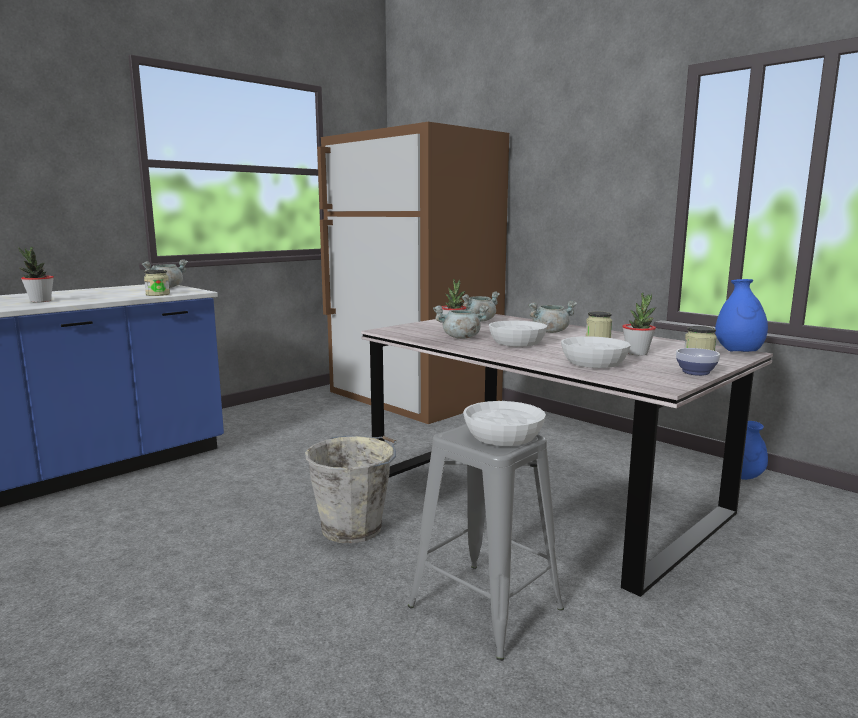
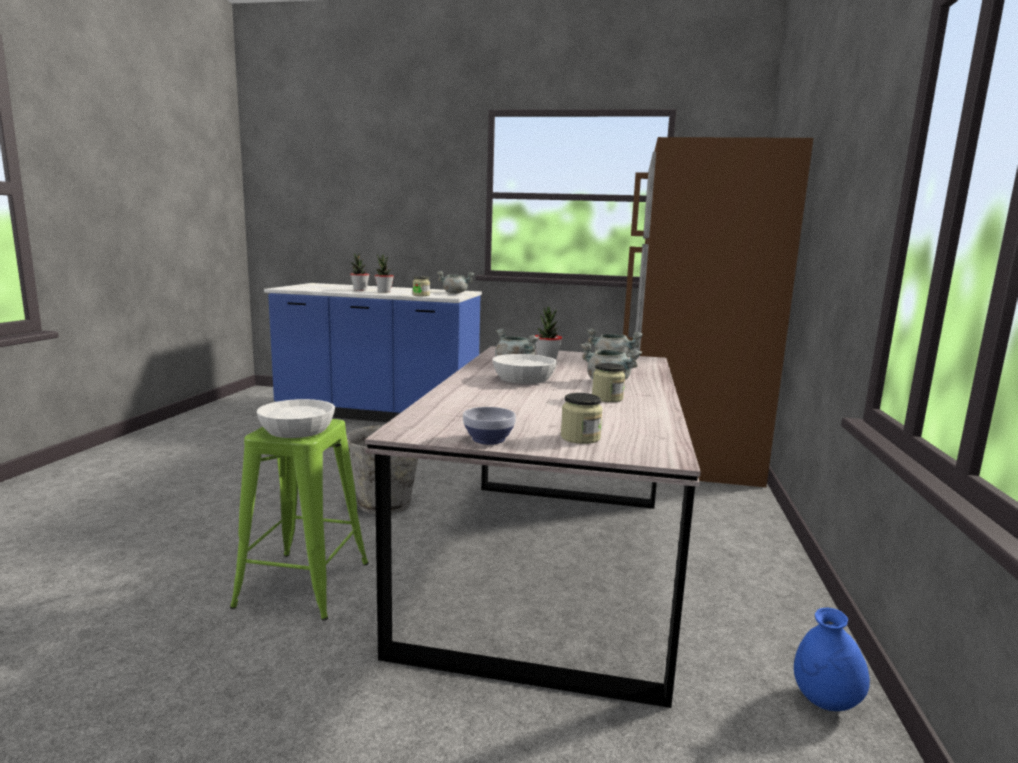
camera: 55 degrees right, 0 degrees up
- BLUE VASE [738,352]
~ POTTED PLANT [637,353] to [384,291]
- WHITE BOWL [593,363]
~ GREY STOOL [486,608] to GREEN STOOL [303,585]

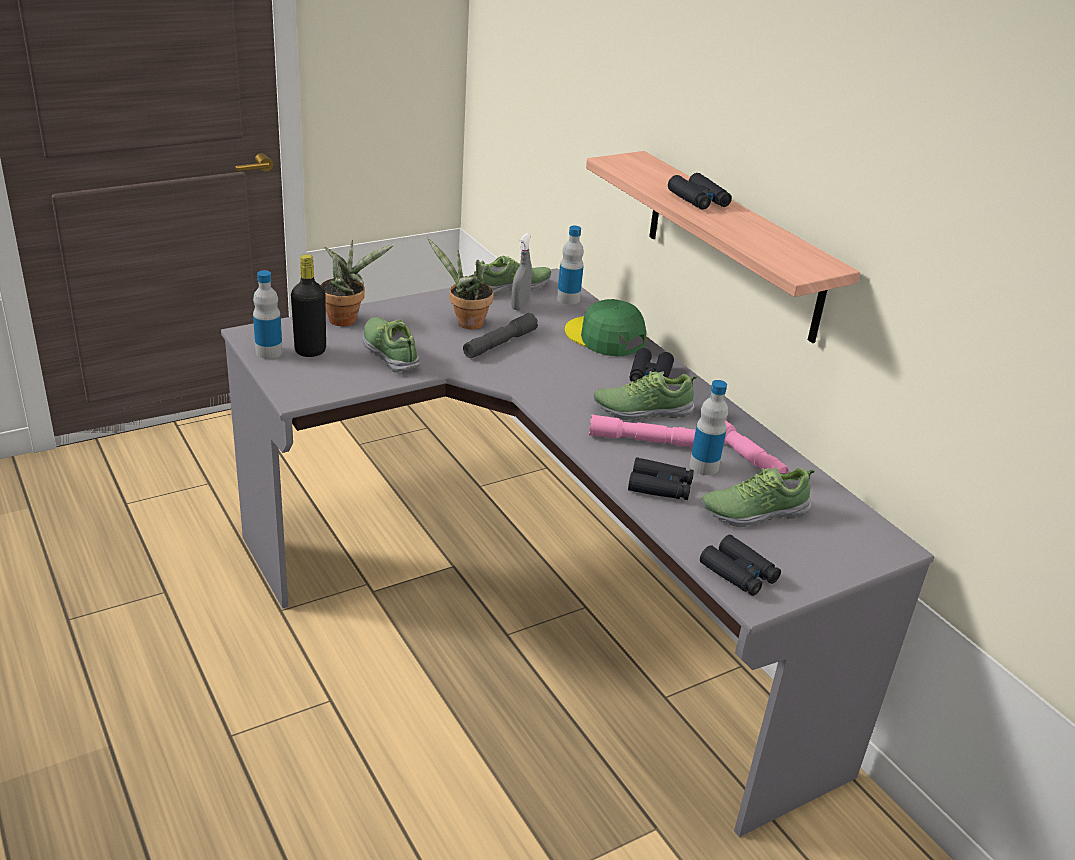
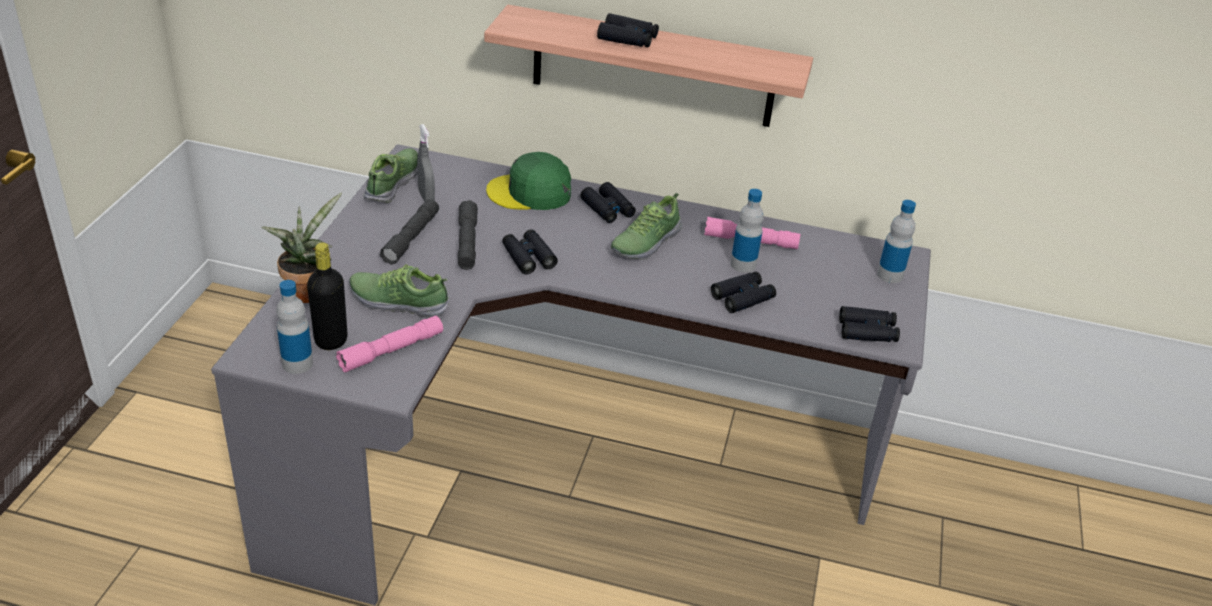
camera: 45 degrees left, 5 degrees up
~ BOTTLE [568,299] to [890,275]
~ POTTED PLANT [465,323] to GREY FLASHLIGHT [411,238]
~ PINK FLASHLIGHT [641,440] to [391,351]
- SHOE [753,511]
+ BLACK BINOCULARS [528,257]

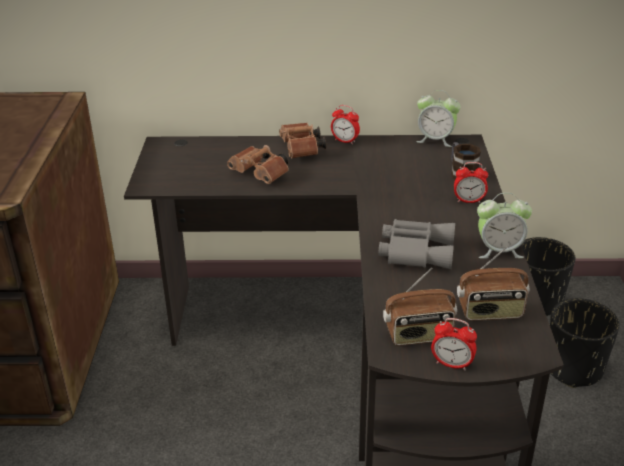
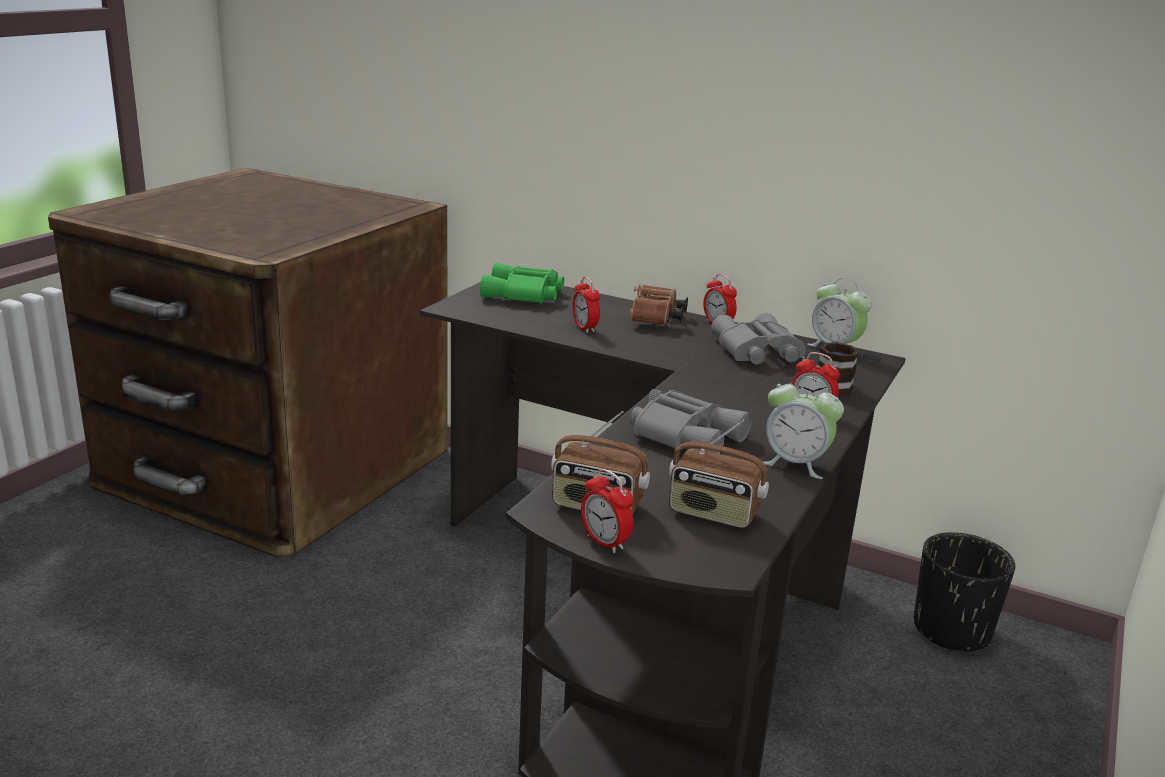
camera: 25 degrees right, 10 degrees down
~ BROWN BINOCULARS [261,174] to ALARM CLOCK [584,328]
- BLACK PLANTER [573,369]
+ GREEN BINOCULARS [524,295]
+ GREY BINOCULARS [756,352]

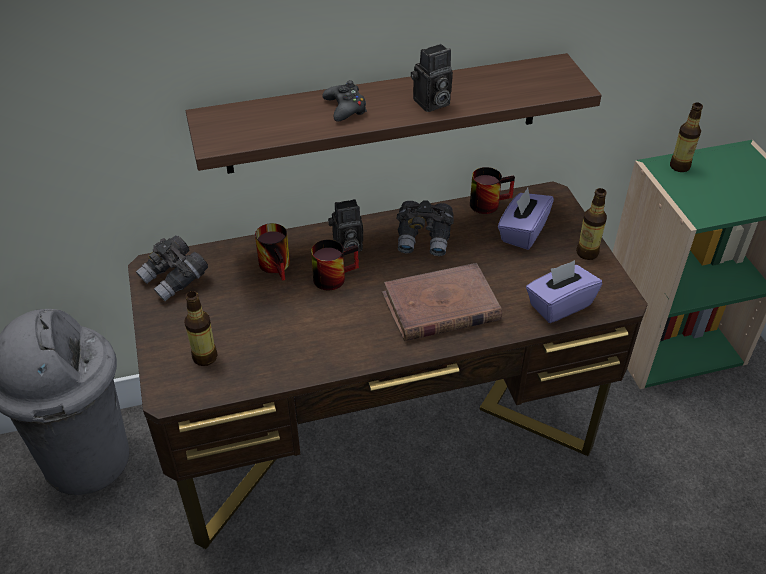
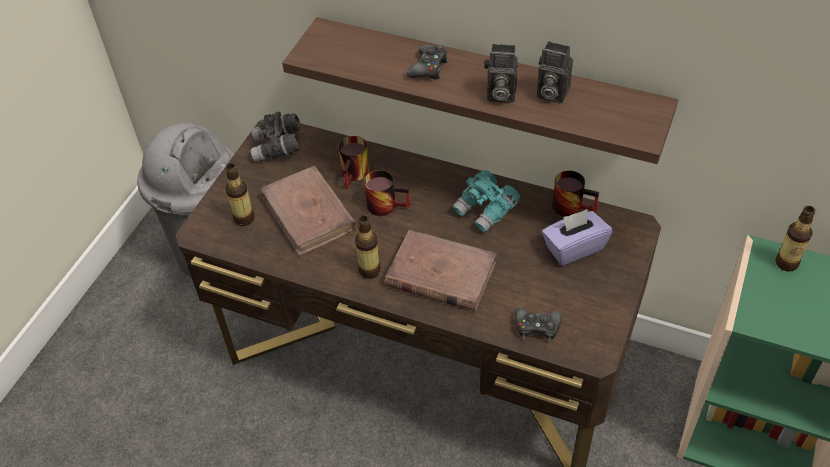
camera: 40 degrees right, 5 degrees up
~ BOTTLE [587,253] to [369,270]
~ PHOTO CAMERA [346,246] to [550,93]
~ GREY BINOCULARS [424,239] to TURQUOISE BINOCULARS [486,210]
~ PURPLE TISSUE BOX [559,305] to BLACK GAME CONTROLLER [537,327]
+ BROWN BOOK [309,214]

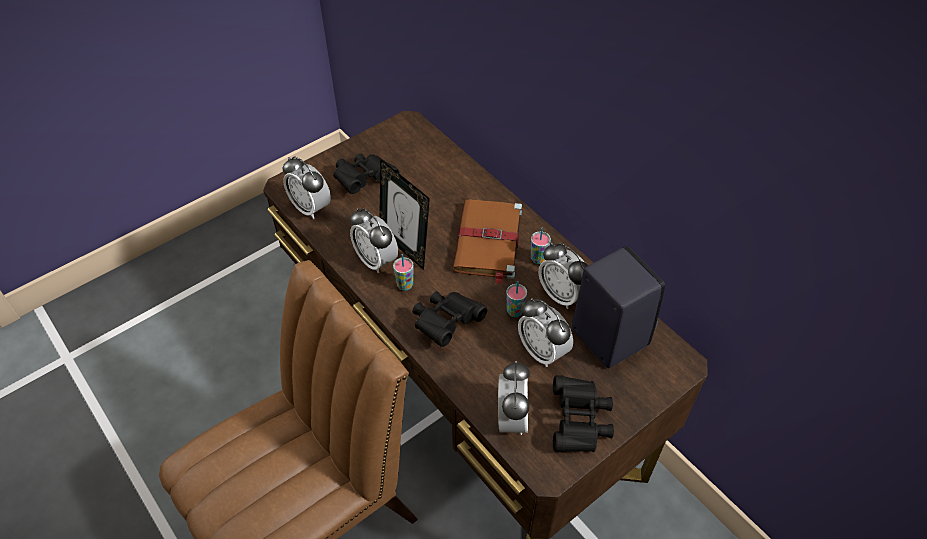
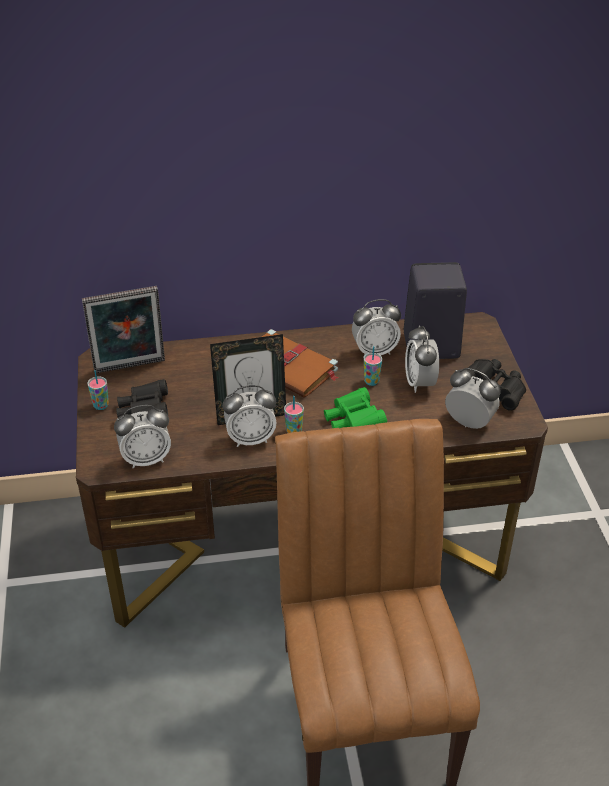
camera: 60 degrees left, 10 degrees down
~ CUP [538,259] to [101,405]
~ BLACK BINOCULARS [446,323] to GREEN BINOCULARS [353,422]
~ ALARM CLOCK [542,351] = [420,383] 90 degrees clockwise
+ PICTURE FRAME [130,368]

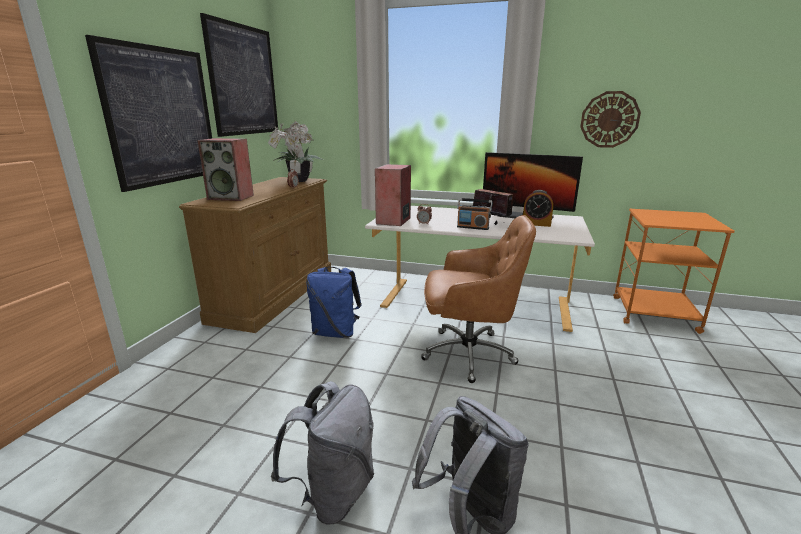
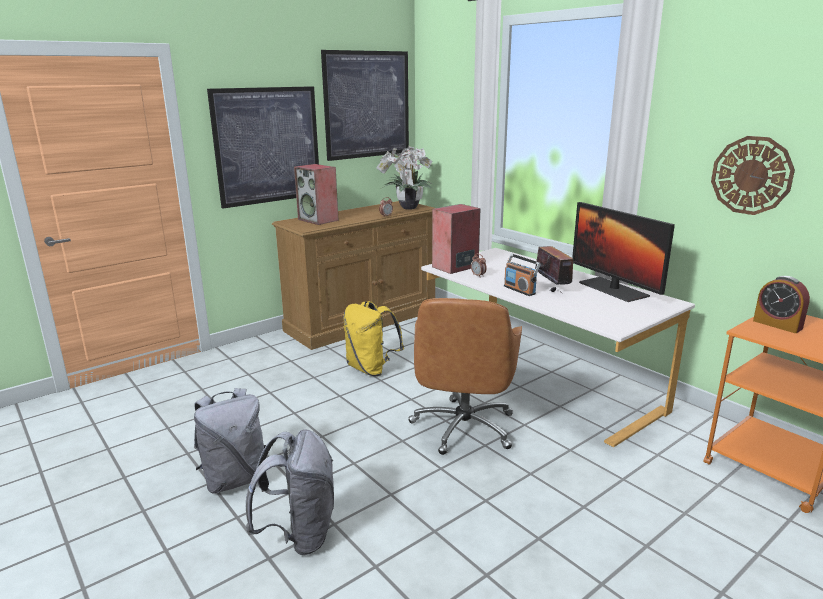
camera: 35 degrees right, 0 degrees up
~ ALARM CLOCK [536,224] to [777,325]
~ BROWN OFFICE CHAIR [468,354] = [463,427] 60 degrees clockwise
~ BLUE BACKPACK [335,332] to YELLOW BACKPACK [371,369]

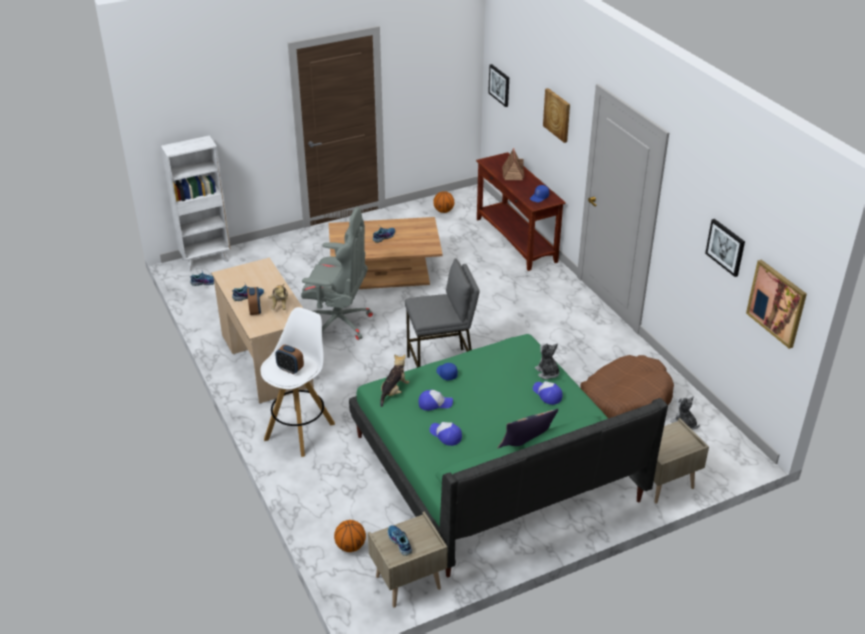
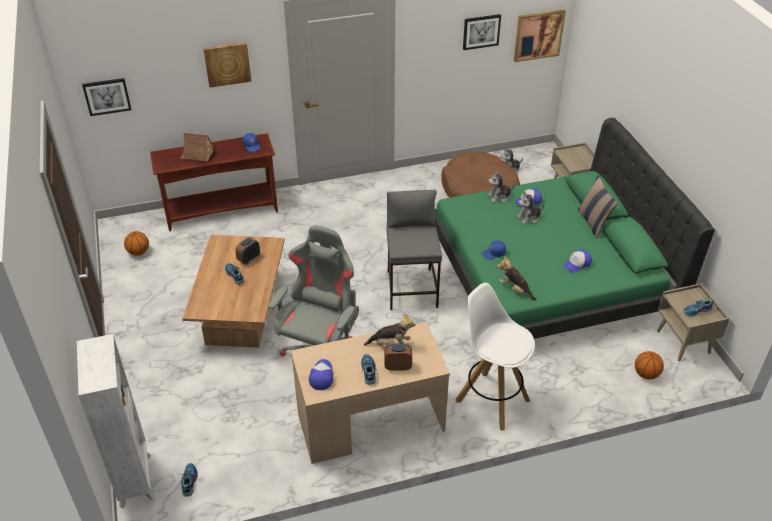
camera: 80 degrees left, 5 degrees up
~ ALARM CLOCK [290,369] to [249,259]
~ CAP [435,403] to [321,376]
+ PLUSH TOY [528,218]

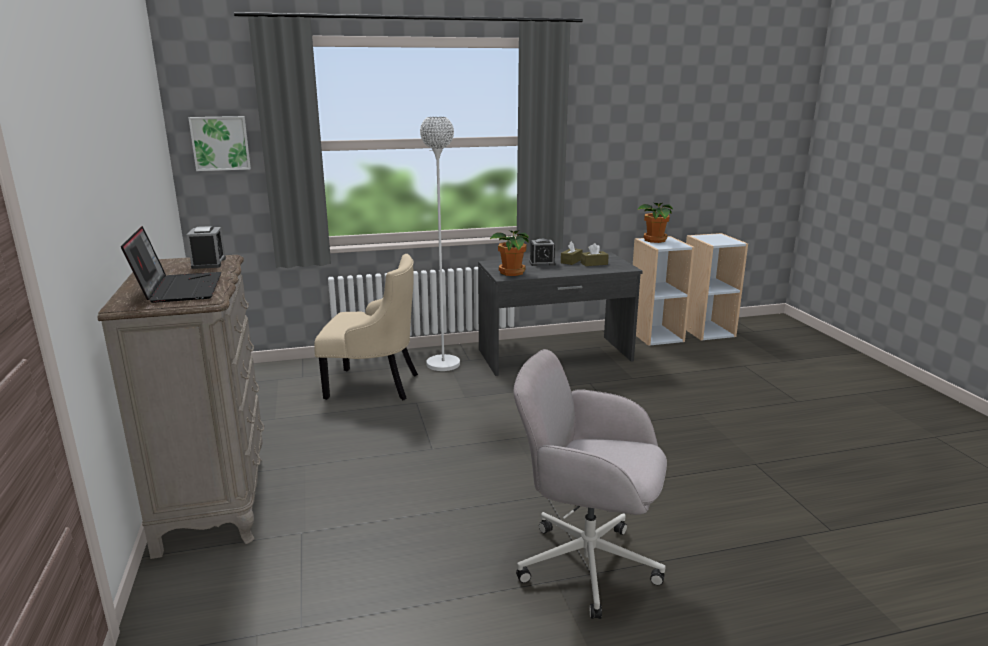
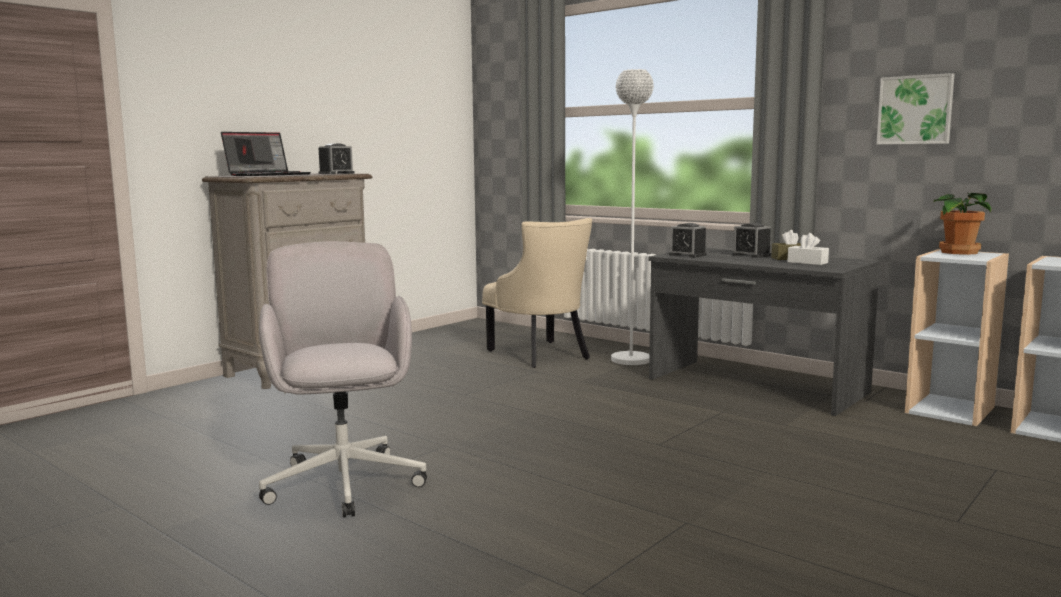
camera: 55 degrees right, 10 degrees down
~ PICTURE [220,143] to [915,110]
~ POTTED PLANT [511,273] to ALARM CLOCK [687,255]
~ BROWN TISSUE BOX [594,263] to WHITE TISSUE BOX [807,262]

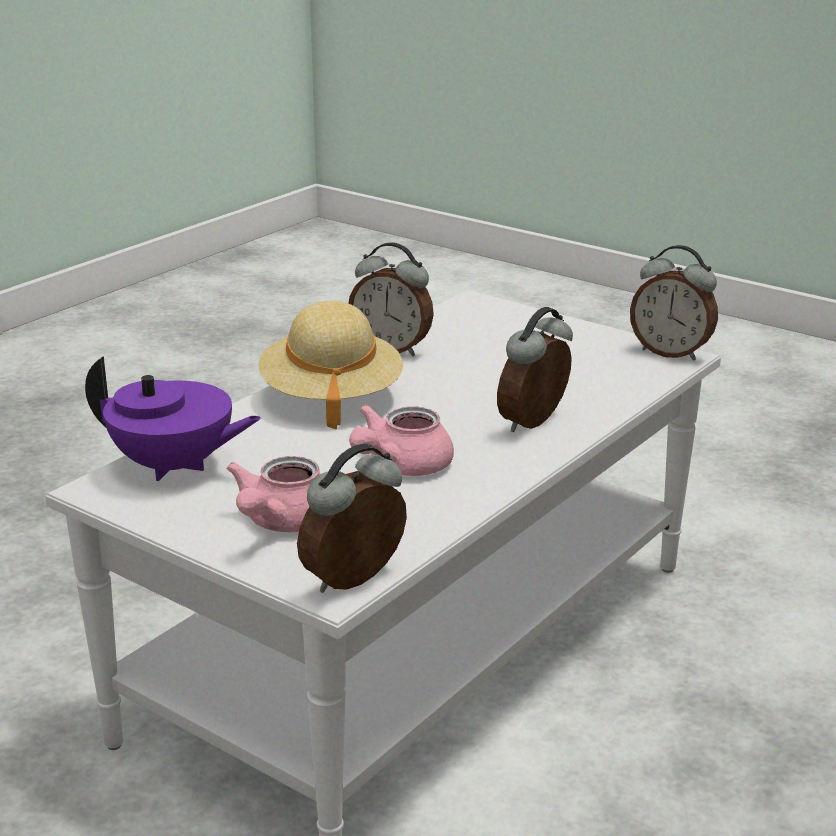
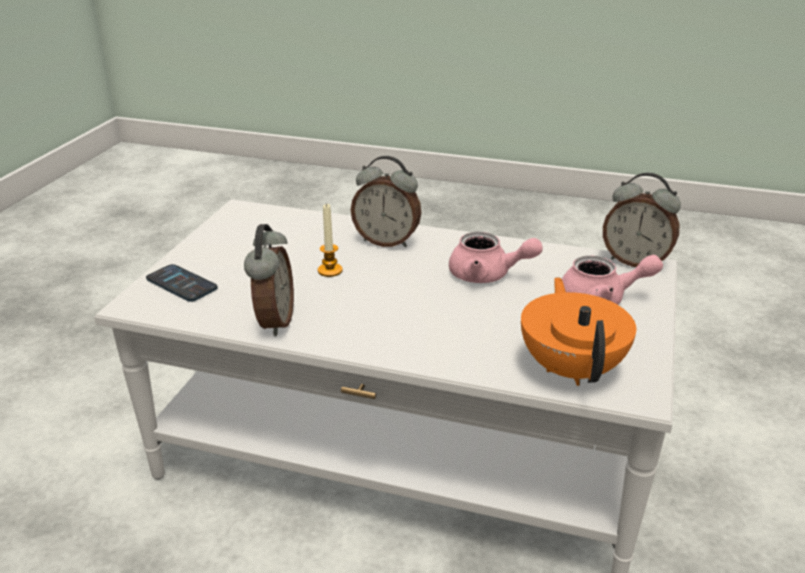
camera: 110 degrees left, 5 degrees up
- ALARM CLOCK [671,353]
- BEIGE HAT [331,397]
~ PURPLE TEAPOT [174,466] to ORANGE TEAPOT [572,368]
+ CANDLE [330,270]
+ PHONE [181,284]

